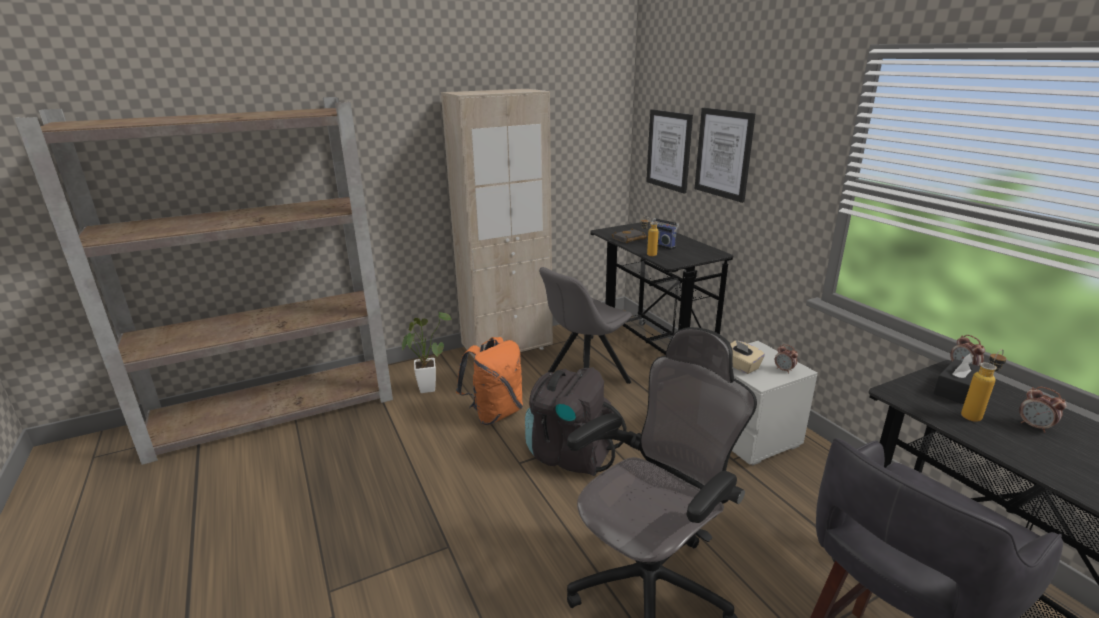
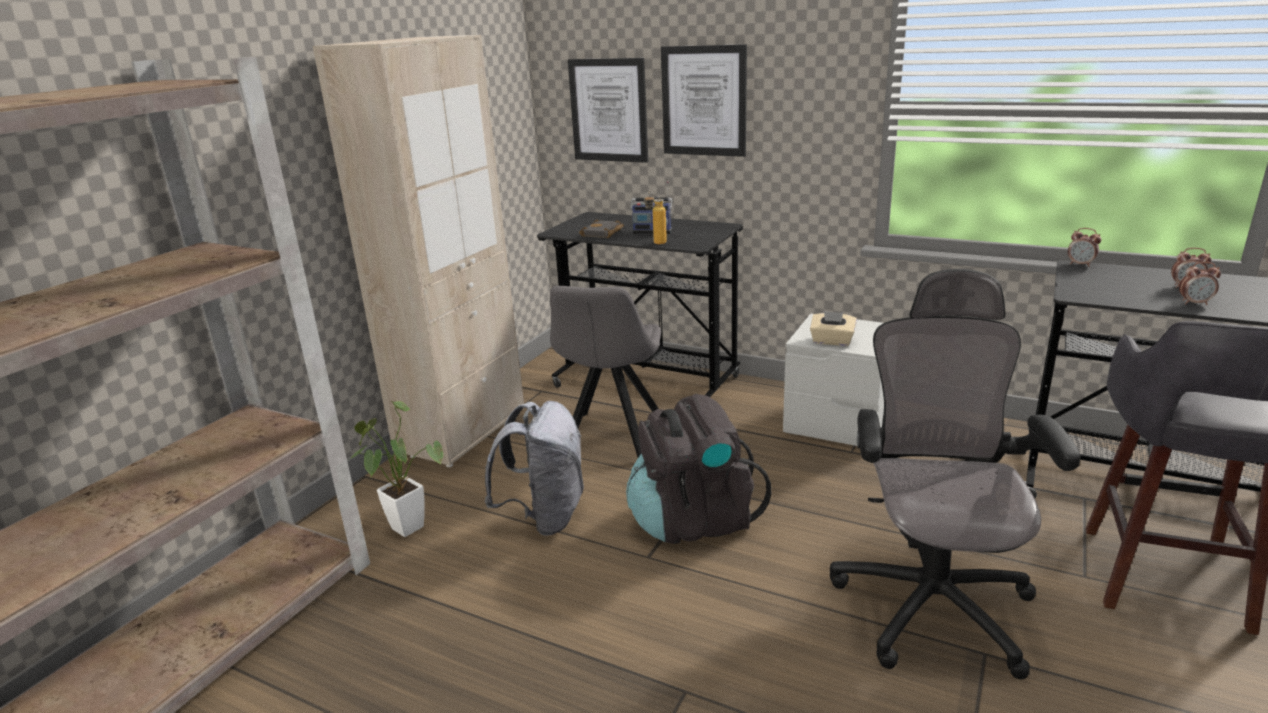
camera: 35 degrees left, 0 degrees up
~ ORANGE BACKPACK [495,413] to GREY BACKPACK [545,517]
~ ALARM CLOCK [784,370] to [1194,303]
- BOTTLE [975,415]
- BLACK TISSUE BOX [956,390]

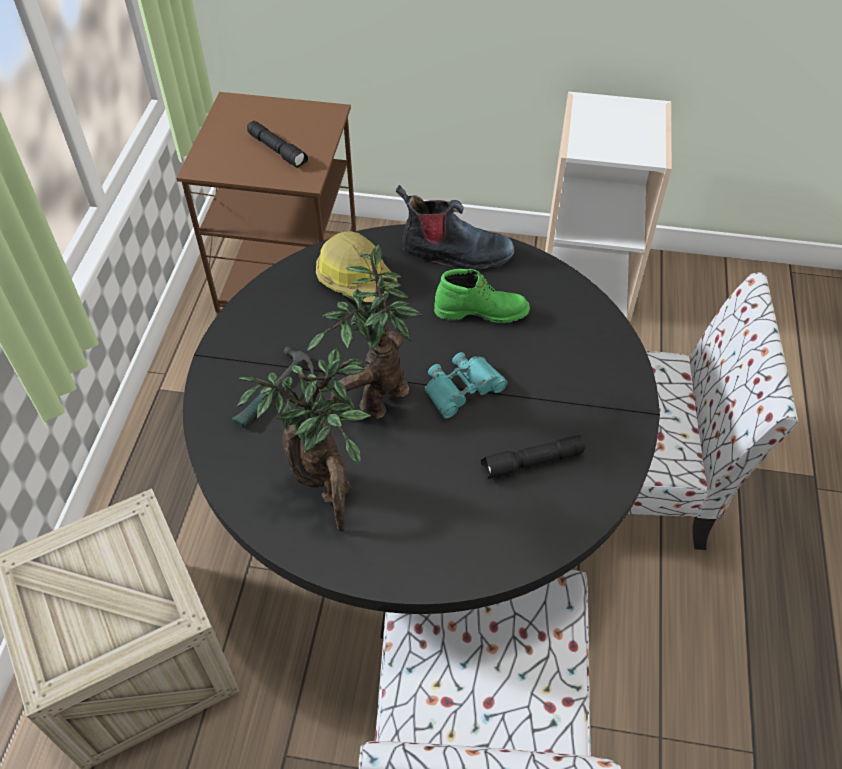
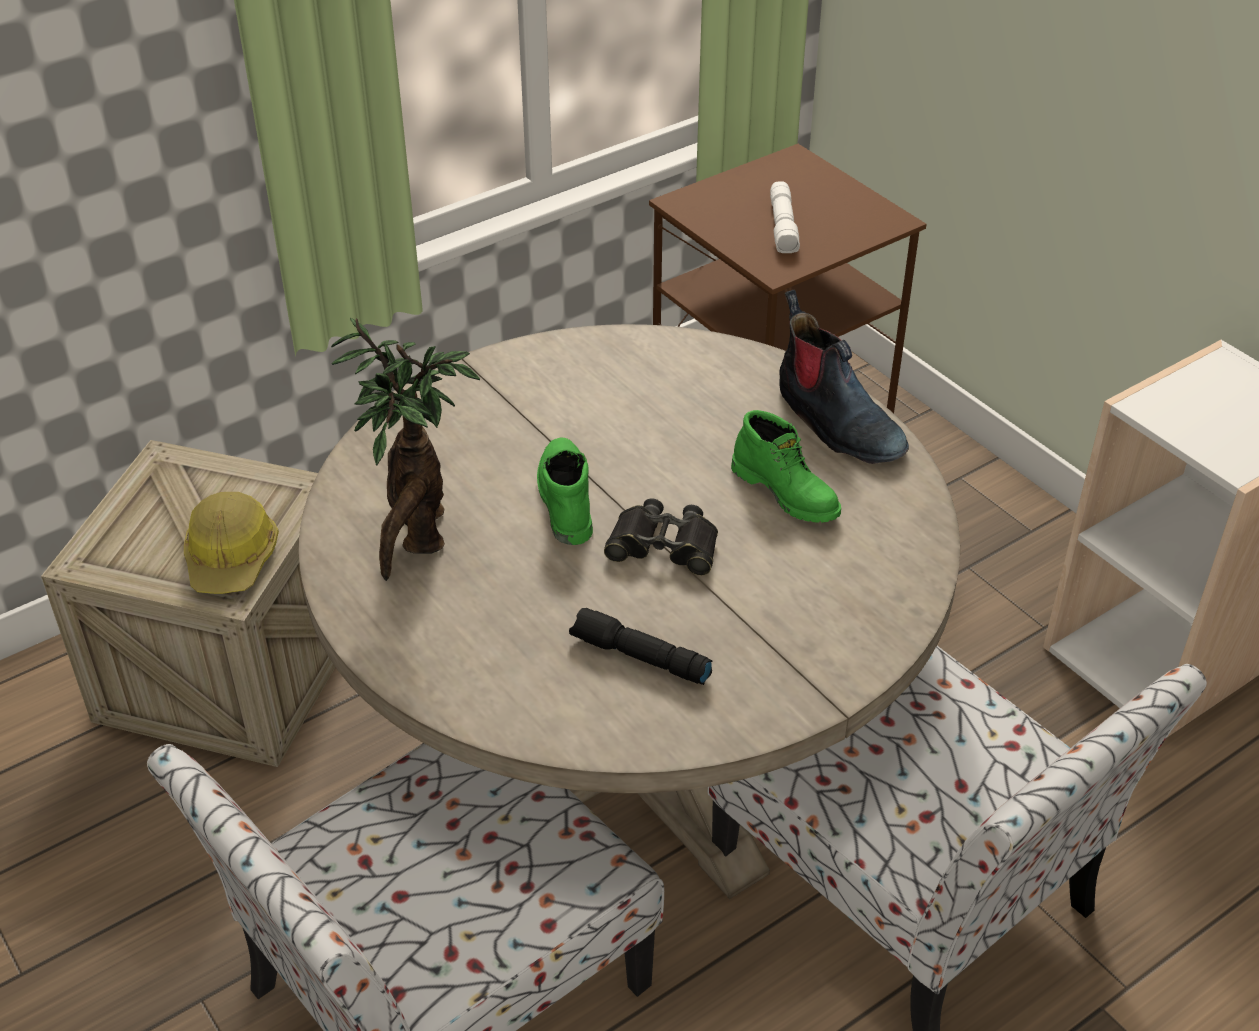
camera: 45 degrees right, 10 degrees down
~ BLACK FLASHLIGHT [278,150] to WHITE FLASHLIGHT [784,227]
~ BLACK DINING TABLE [420,518] to BEIGE DINING TABLE [629,756]
~ HARD HAT [355,278] to [232,558]
~ POTTED PLANT [376,401] to GREEN BOOT [564,499]
- HAMMER [274,393]
~ TURQUOISE BINOCULARS [462,388] to BLACK BINOCULARS [664,546]

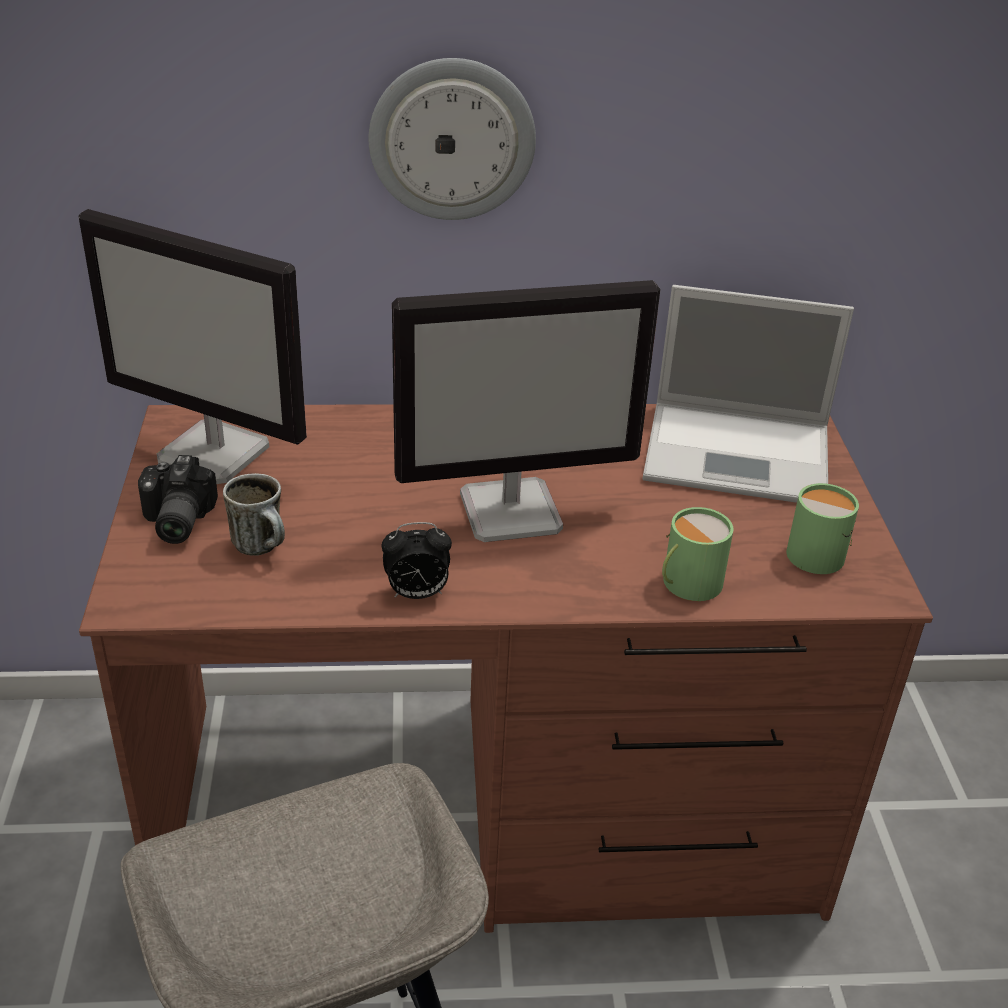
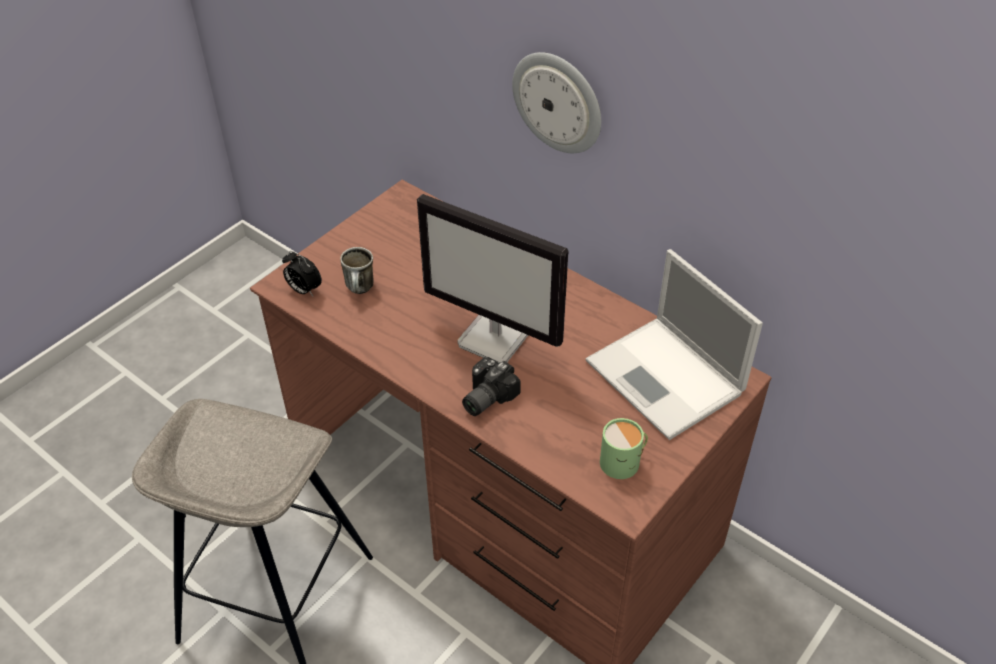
camera: 45 degrees right, 10 degrees up
- MONITOR [216,454]
~ PHOTO CAMERA [174,521] to [485,397]
- GREEN MUG [686,583]
~ ALARM CLOCK [416,594] to [304,290]

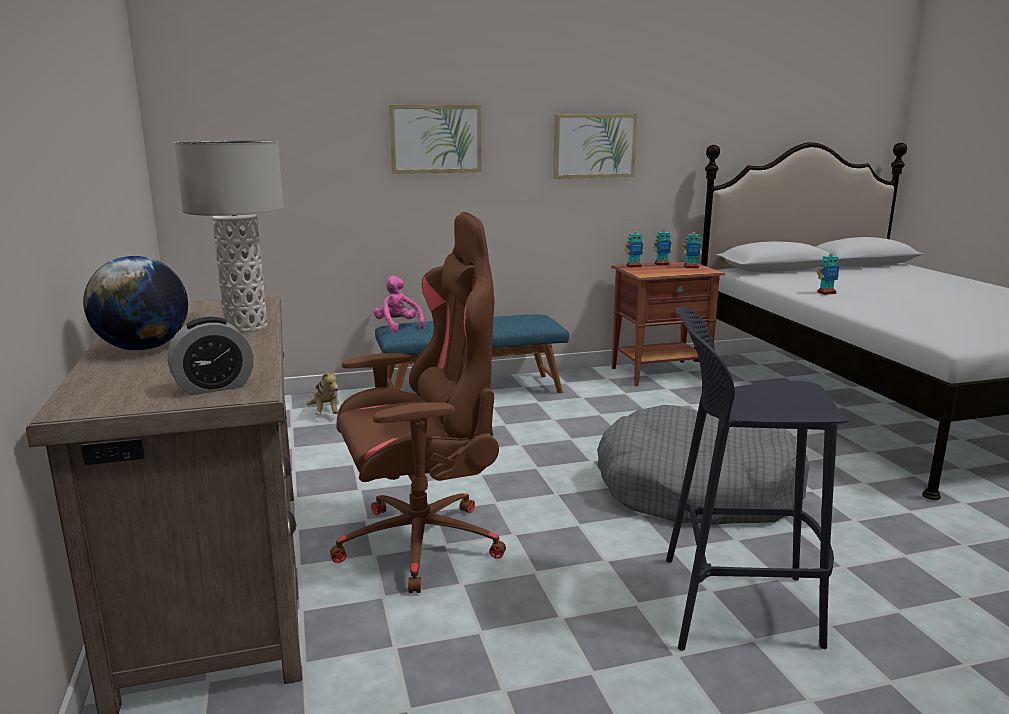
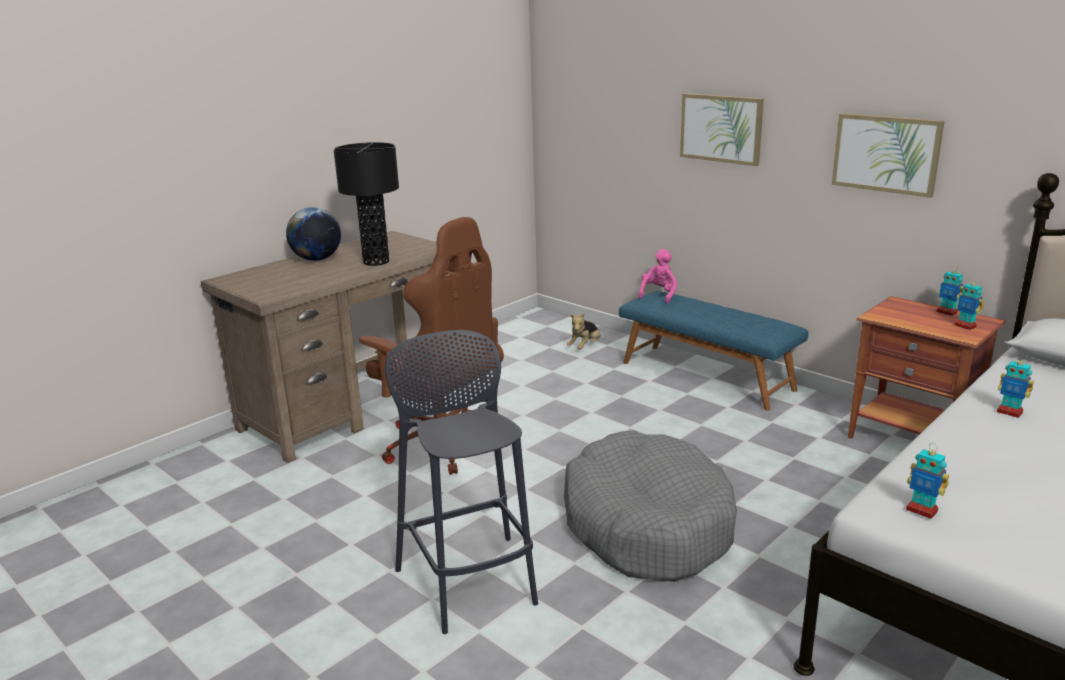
camera: 60 degrees right, 5 degrees up
~ WHITE TABLE LAMP [246,327] to BLACK TABLE LAMP [375,262]
~ TOY ROBOT [633,266] to [922,510]
- ALARM CLOCK [214,387]

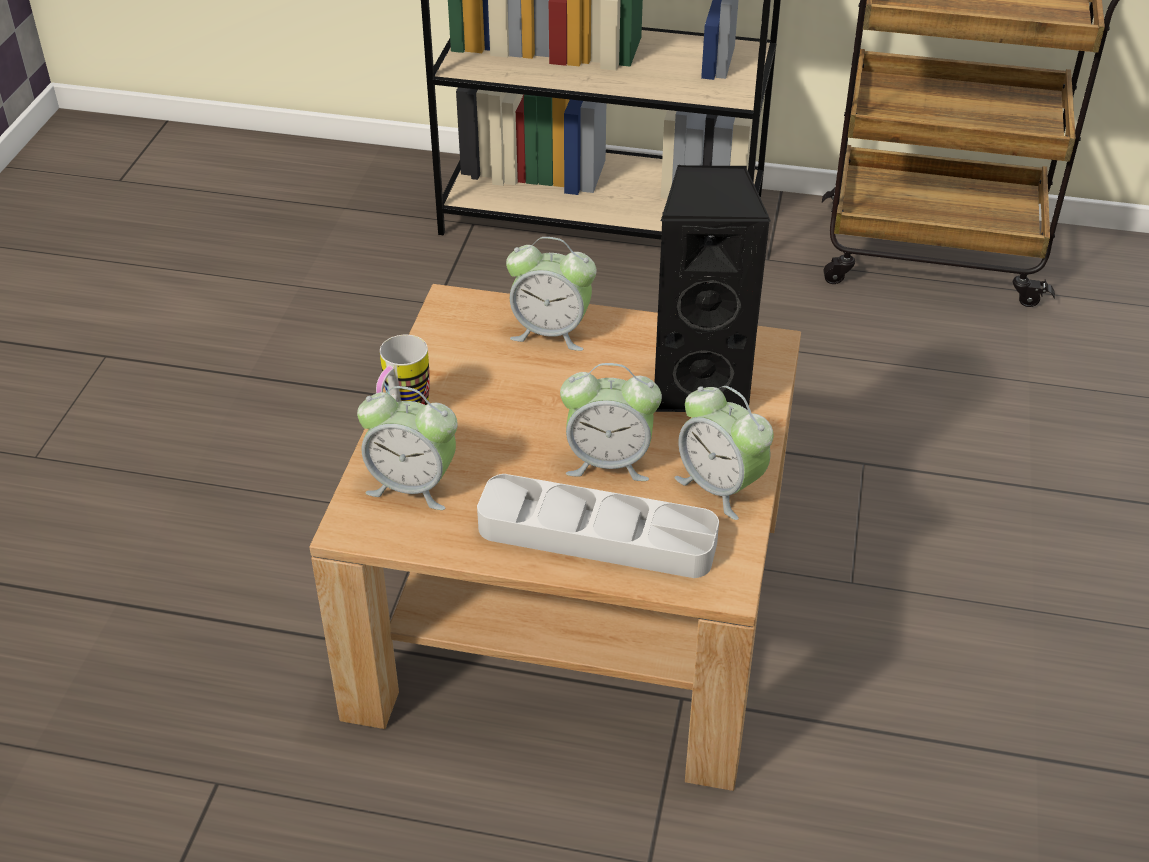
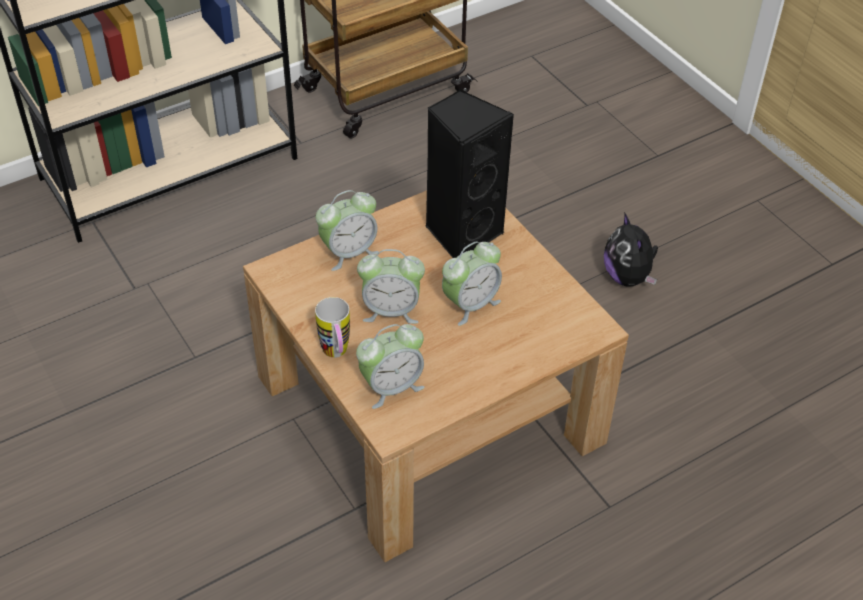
camera: 45 degrees left, 5 degrees up
~ ALARM CLOCK [720,487] to [391,310]
- GREY TRAY [597,535]
+ PLUSH TOY [628,277]

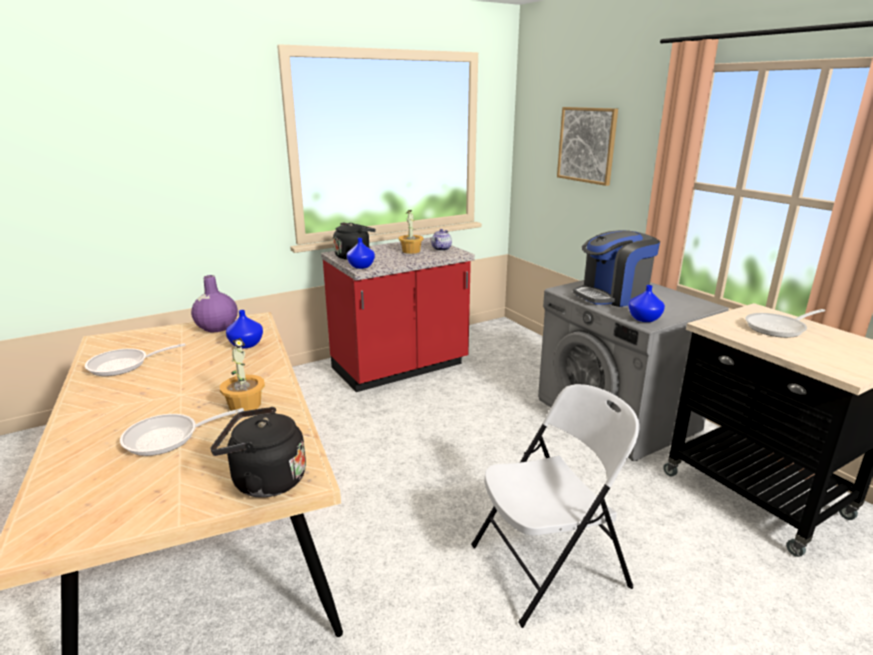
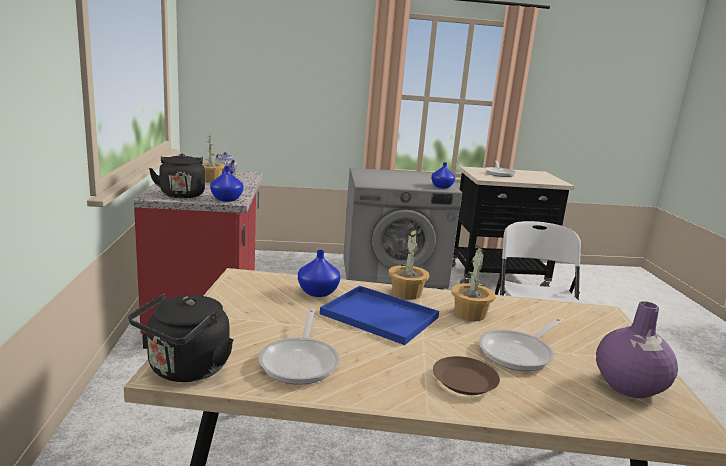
camera: 65 degrees left, 5 degrees down
- PICTURE [587,145]
- COFFEE MACHINE [612,296]
~ PURPLE VASE [217,327] to [628,386]
~ BLACK KETTLE [264,481] to [185,370]
~ FRYING PAN [168,438] = [519,353] 45 degrees clockwise
+ POTTED PLANT [407,293]
+ BLUE TRAY [377,315]
+ BROWN PLATE [464,381]

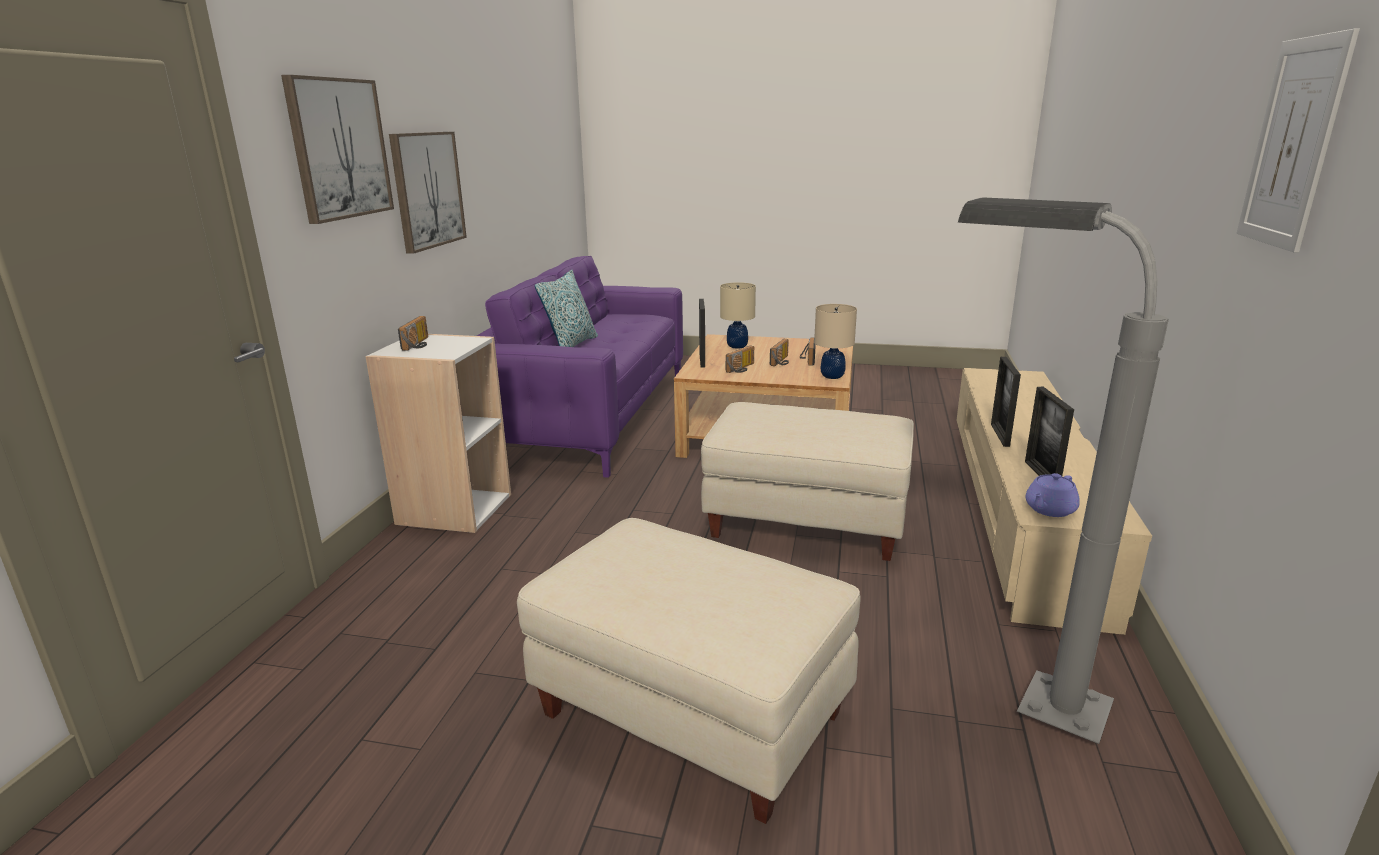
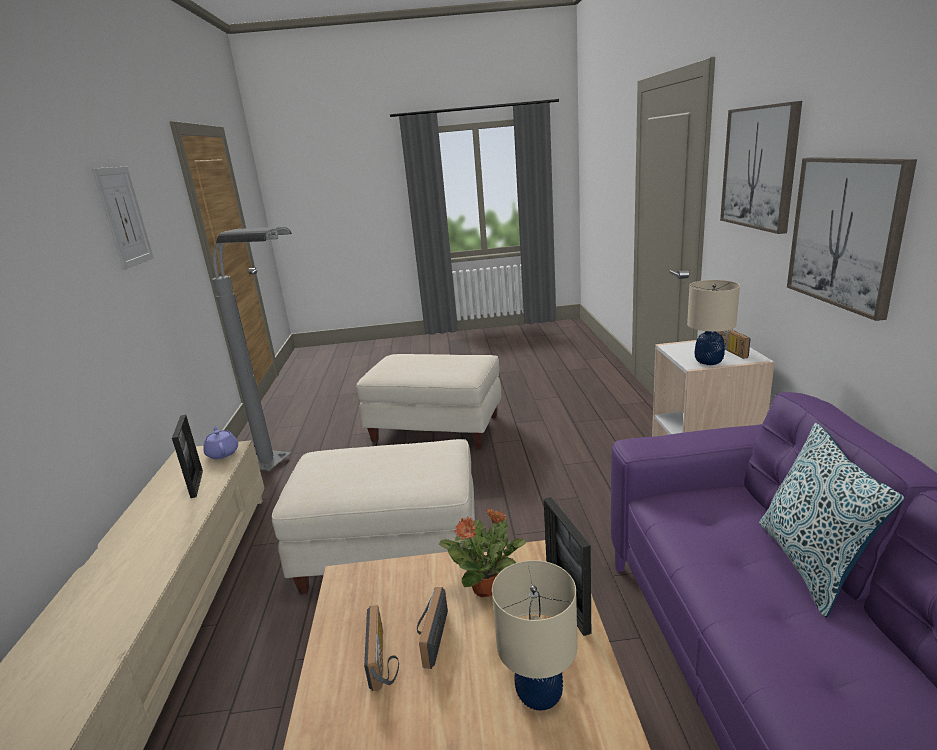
camera: 165 degrees right, 0 degrees up
~ BEIGE TABLE LAMP [833,376] to [708,363]
~ RADIO [742,369] to POTTED PLANT [487,588]
- PICTURE FRAME [1000,435]
~ PURPLE TEAPOT [1049,510] = [222,453] 60 degrees counterclockwise

